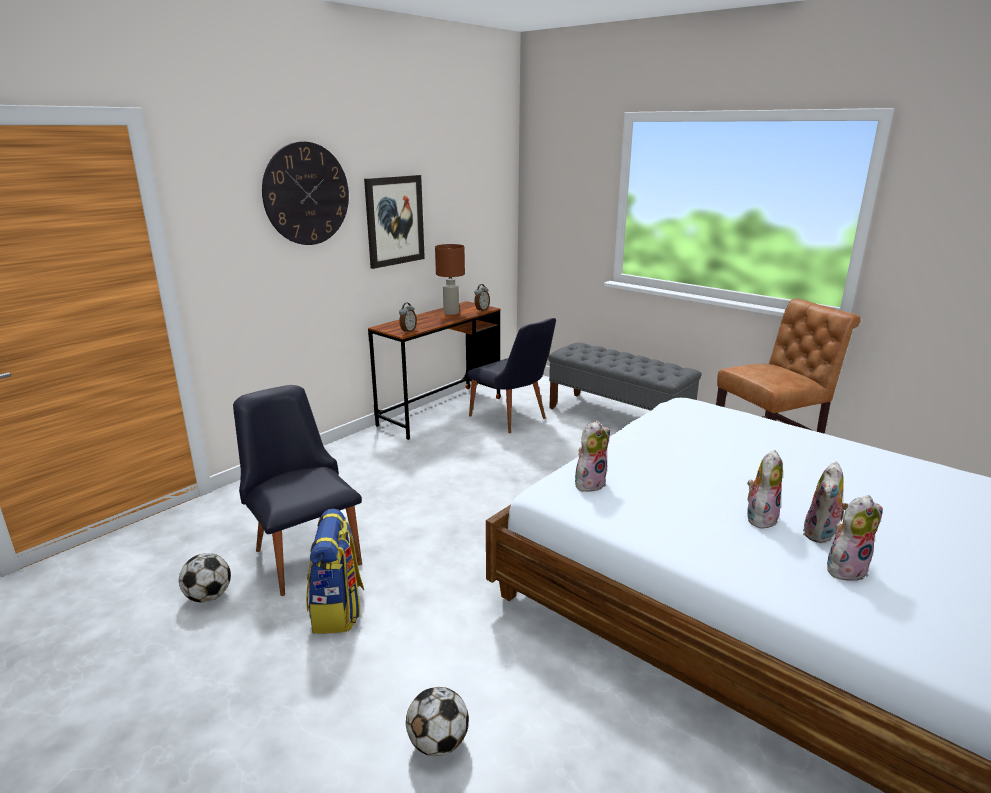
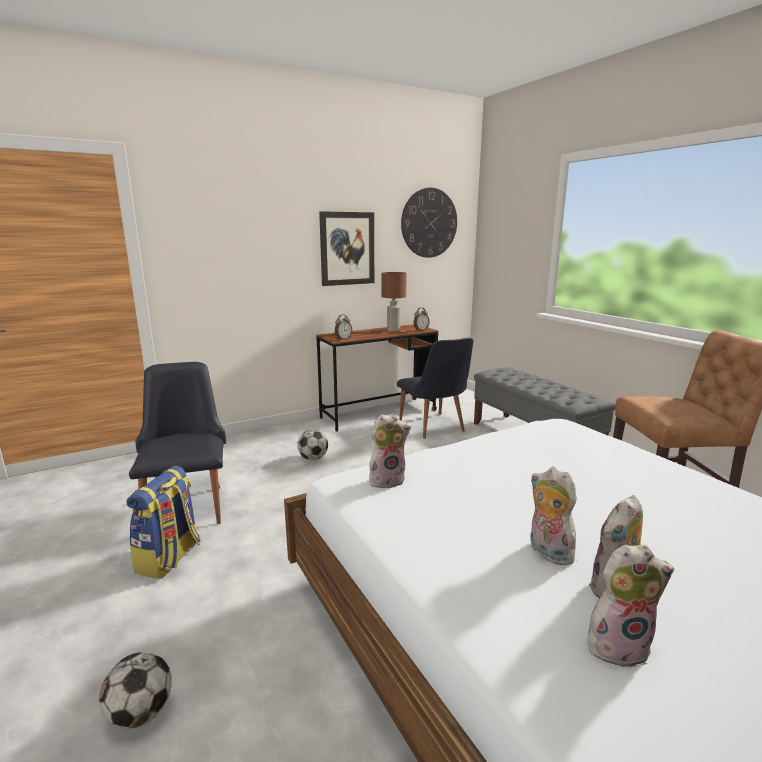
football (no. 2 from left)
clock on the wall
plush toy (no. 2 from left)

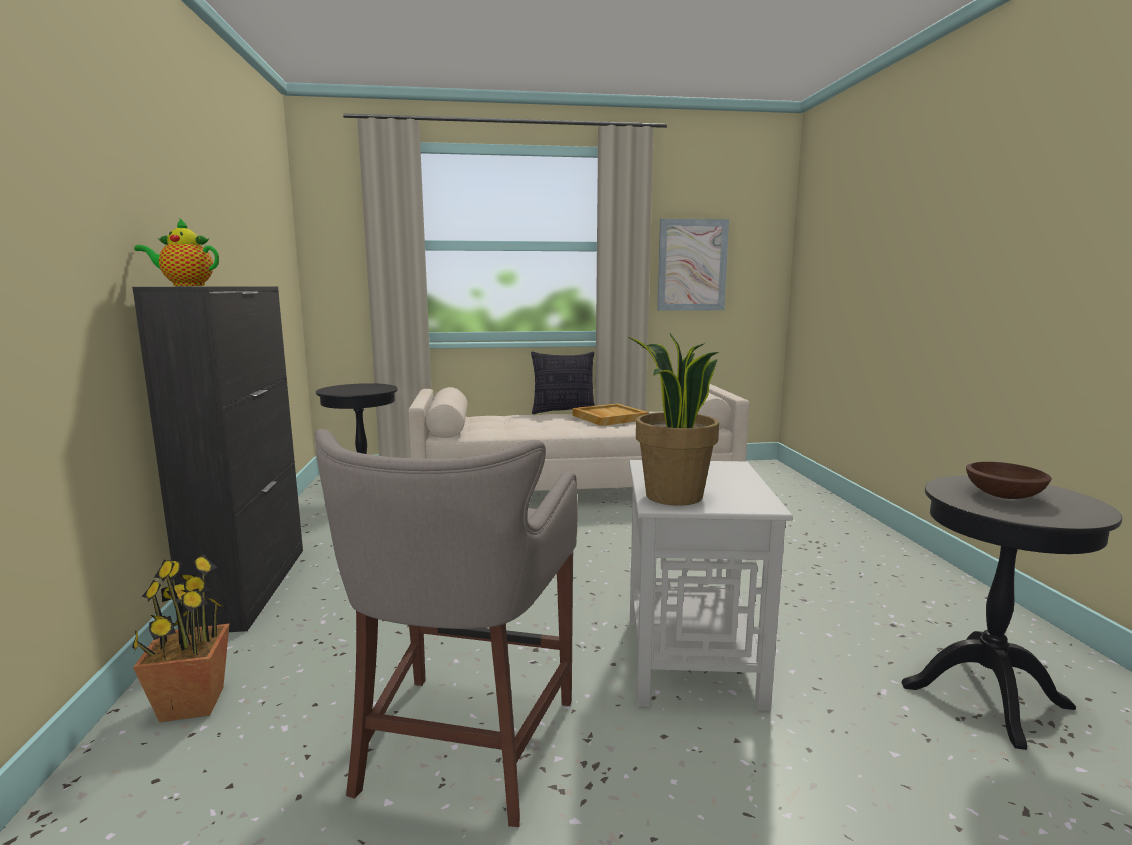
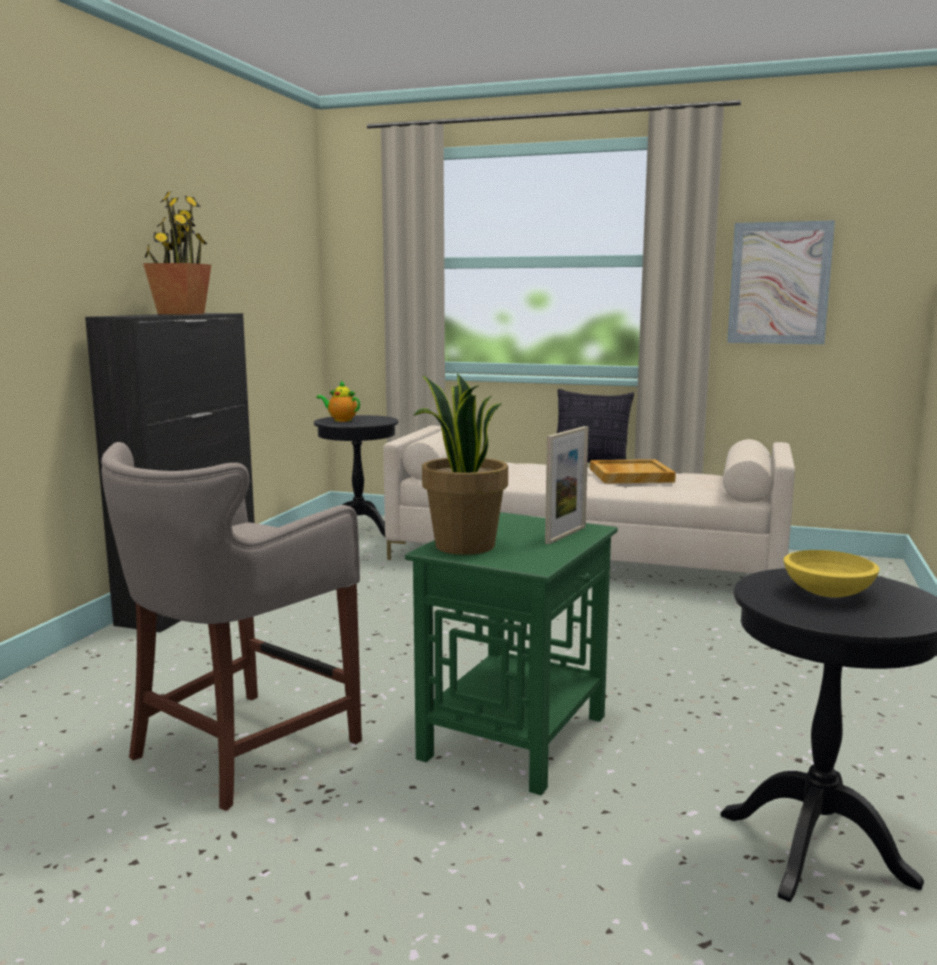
photo frame
houseplant (no. 1 from left)
teapot
end table in green-coloured
serving bowl in yellowish

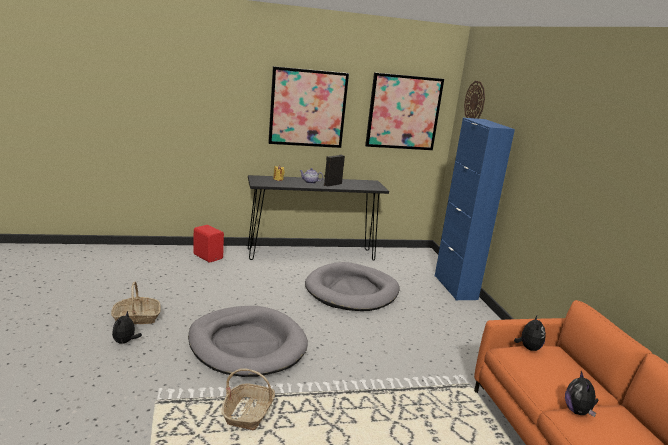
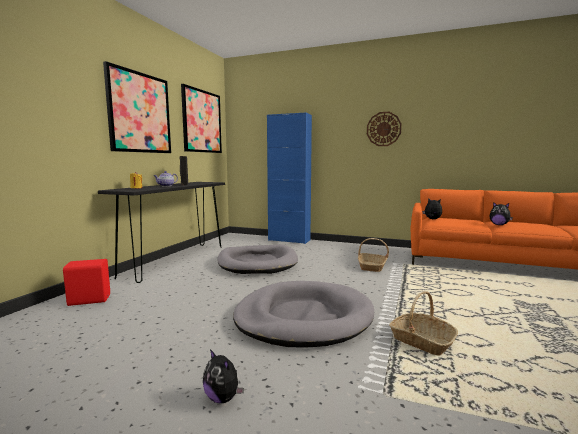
household basket (no. 1 from left)
clock on the wall

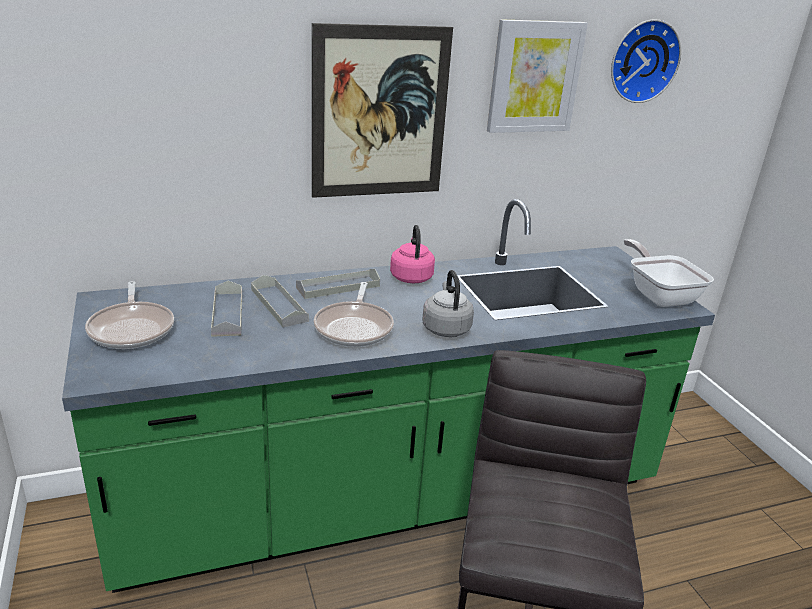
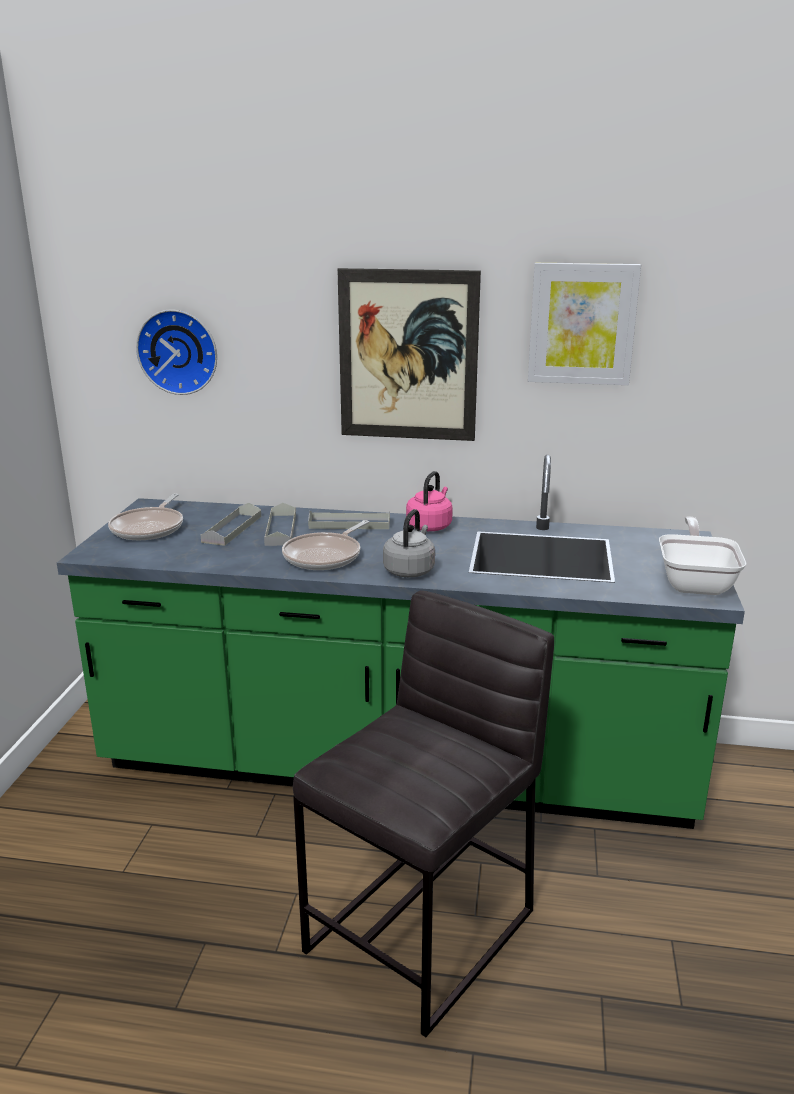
clock on the wall

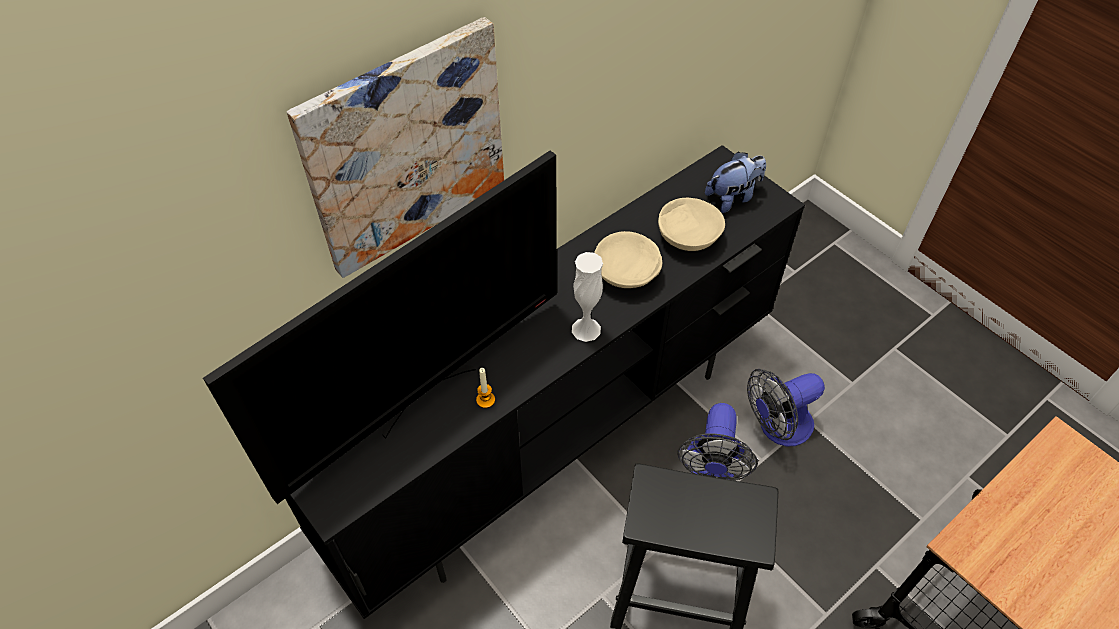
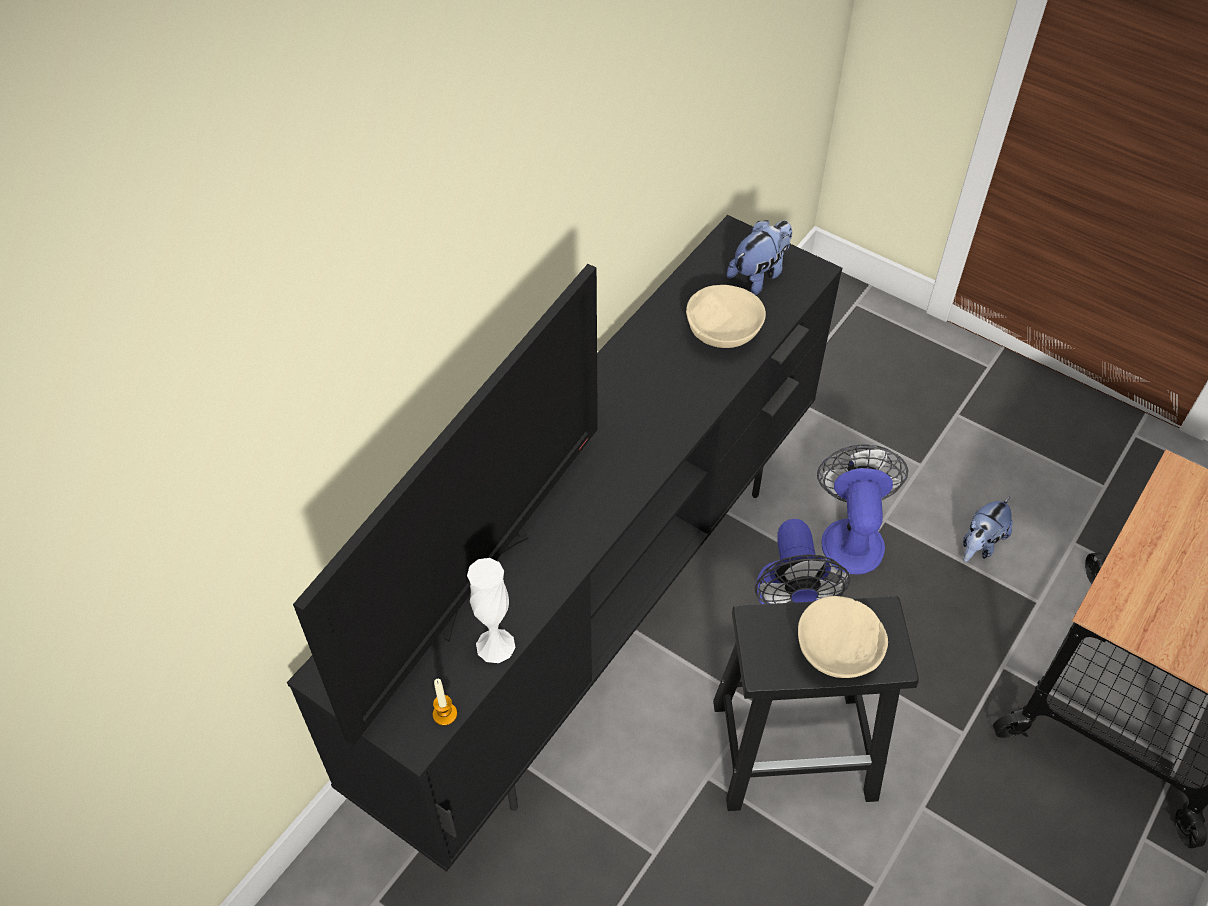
wall art
plush toy (no. 2 from left)
wax light
vase in white-coloured
serving bowl in sand-coloured (no. 2 from left)
fan (no. 2 from left)

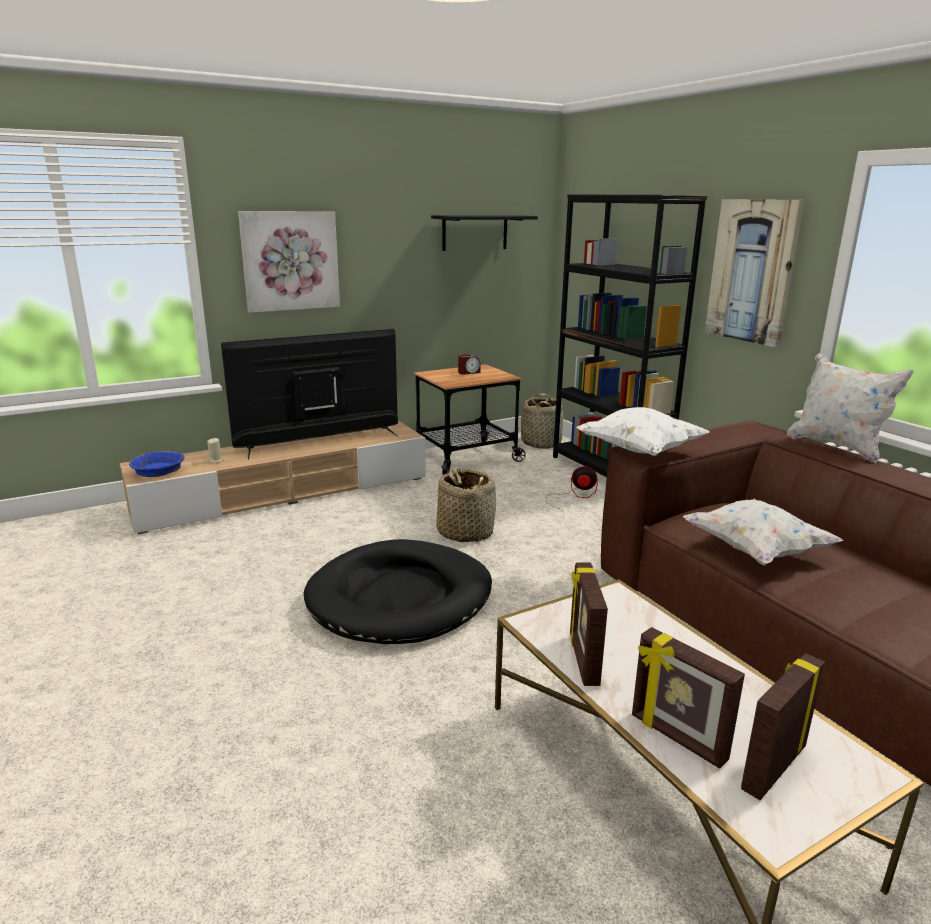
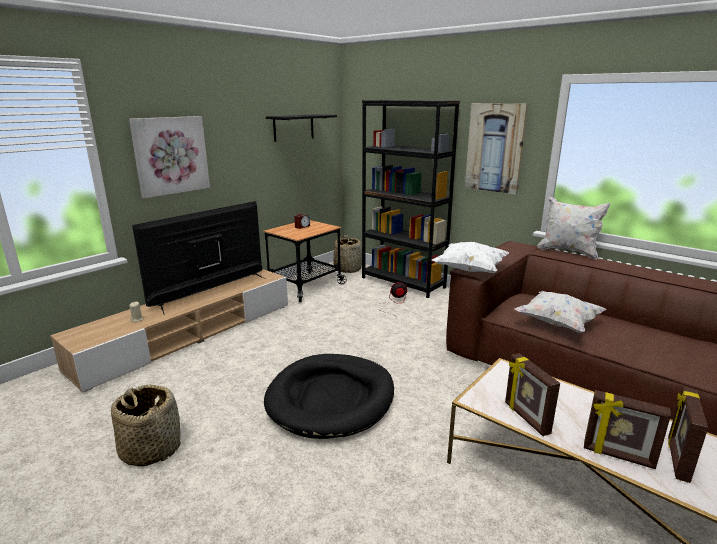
serving bowl in bluish
household basket (no. 1 from left)

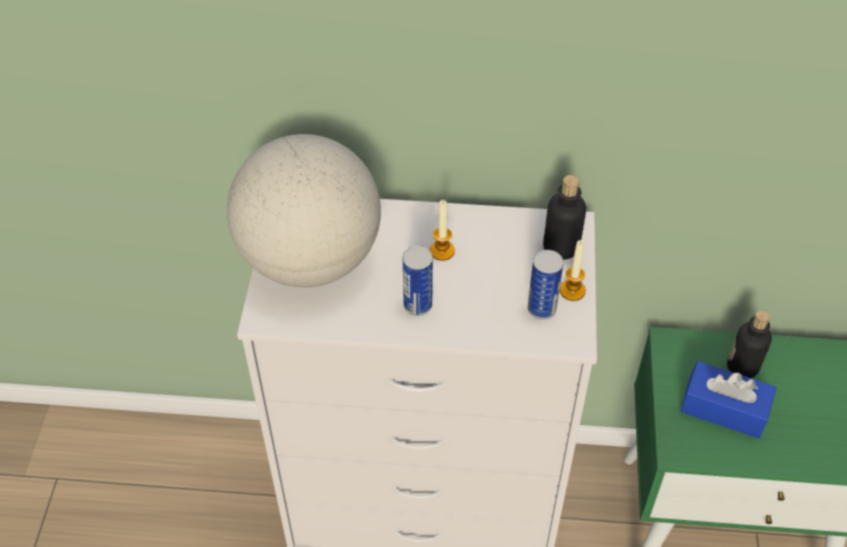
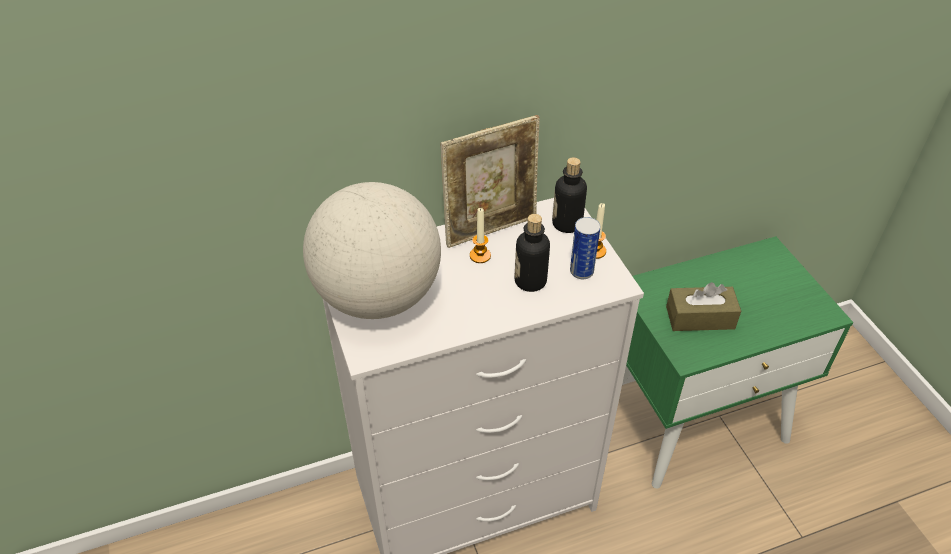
sealed can (no. 1 from left in the first image)
photo frame
beverage bottle (no. 1 from left)
tissue holder in brownish

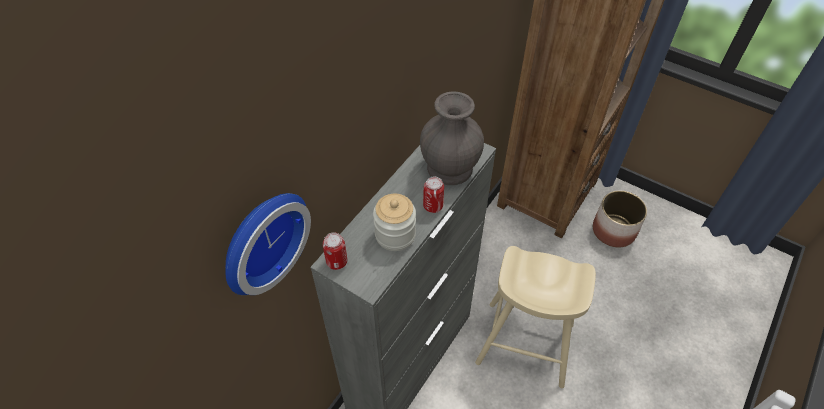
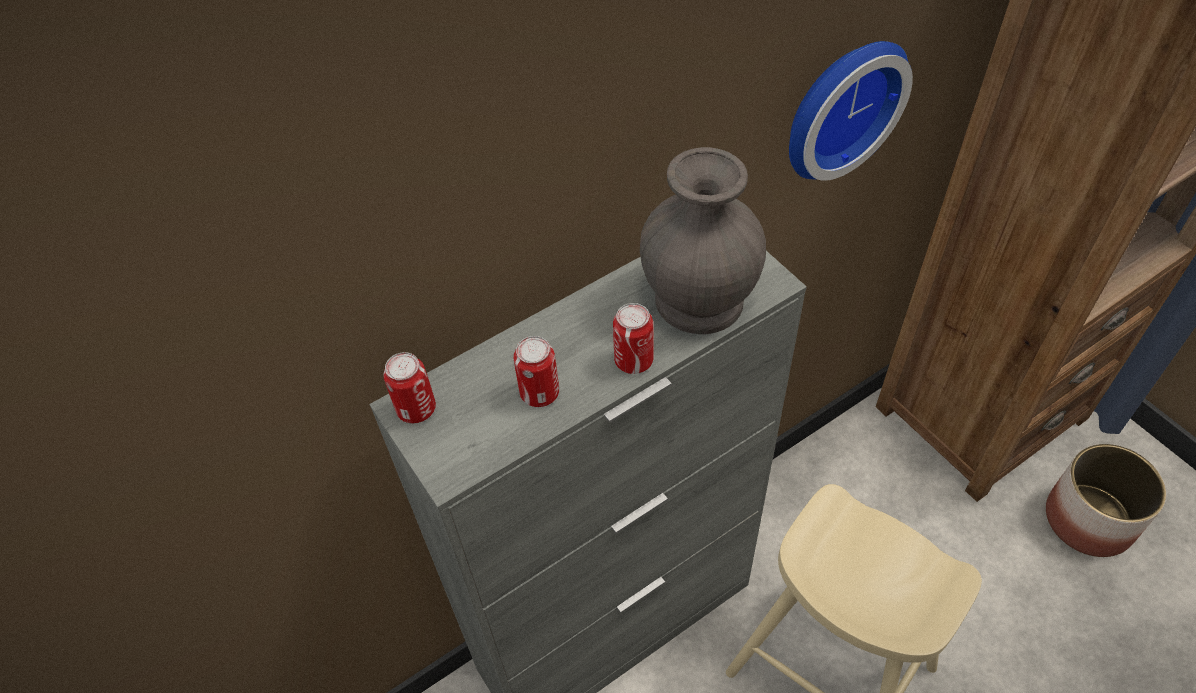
clock on the wall
sealed can (no. 2 from left)

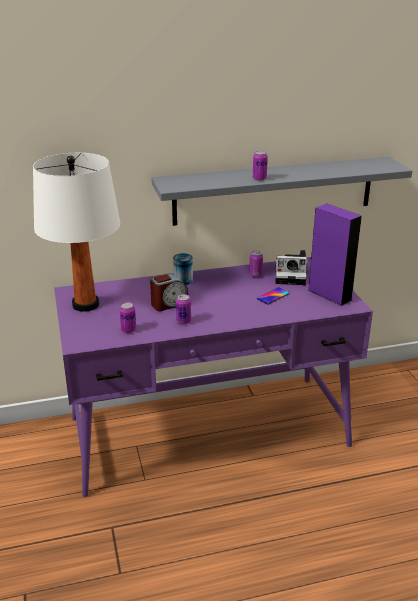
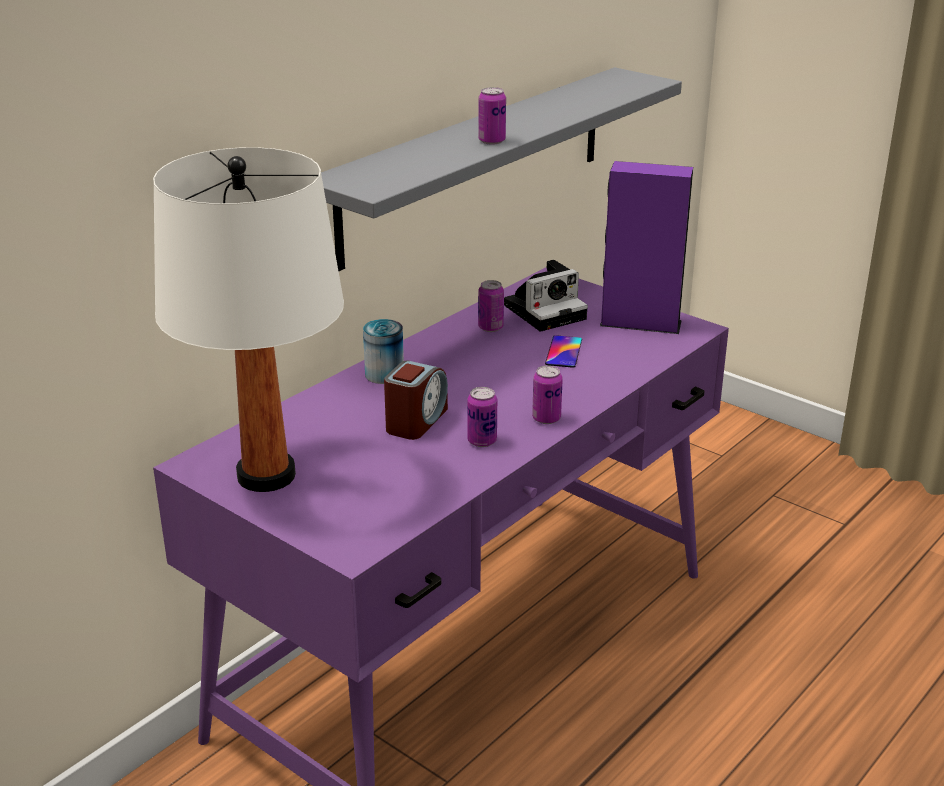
sealed can (no. 5 from left)

